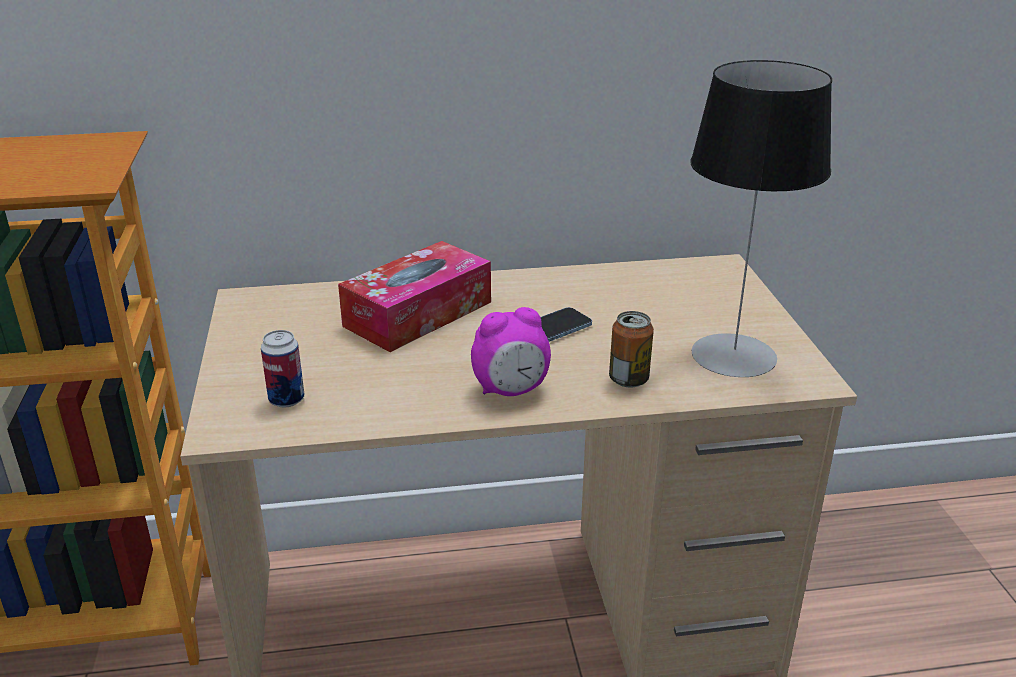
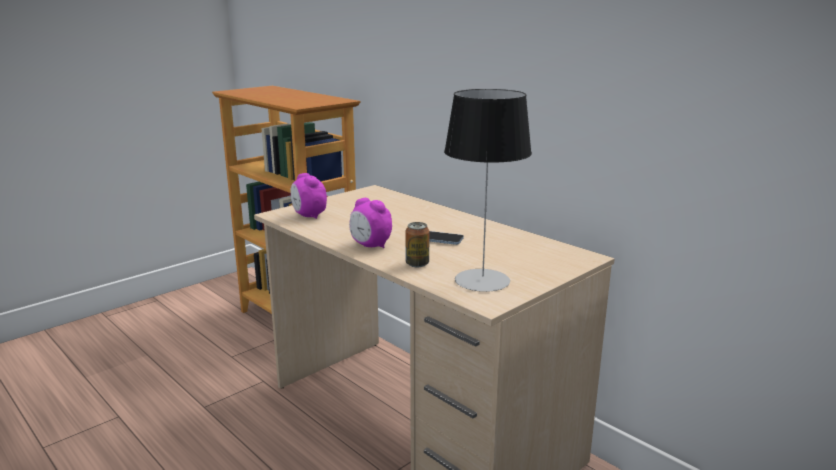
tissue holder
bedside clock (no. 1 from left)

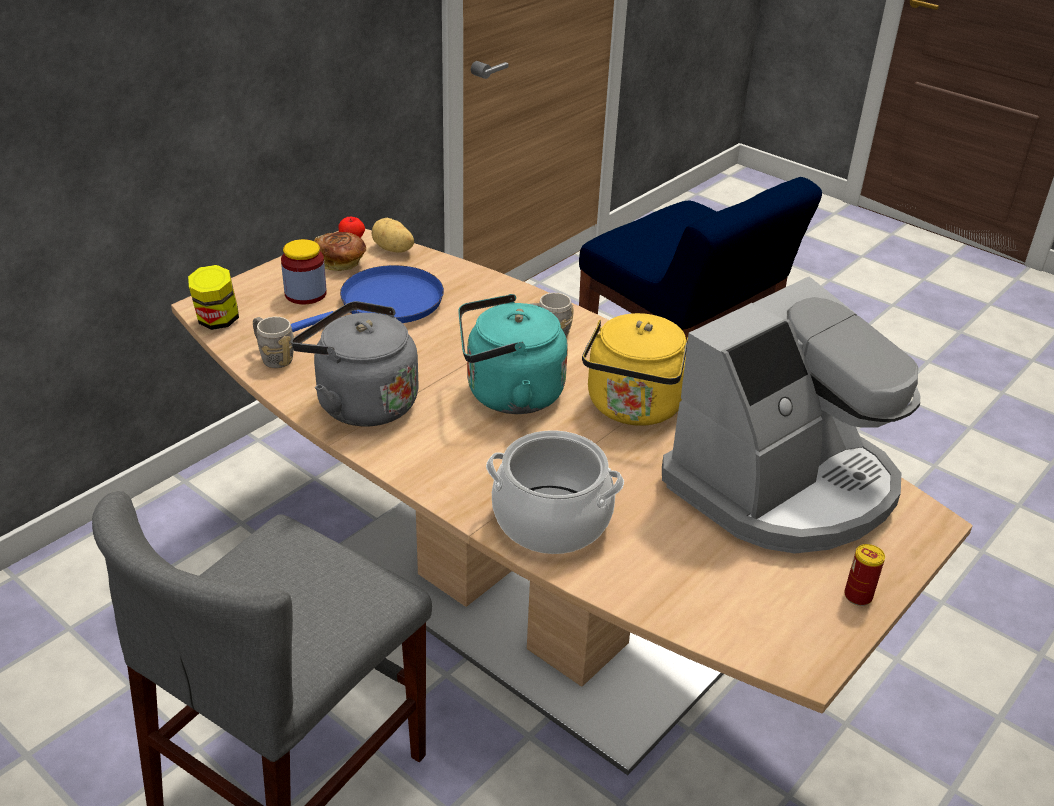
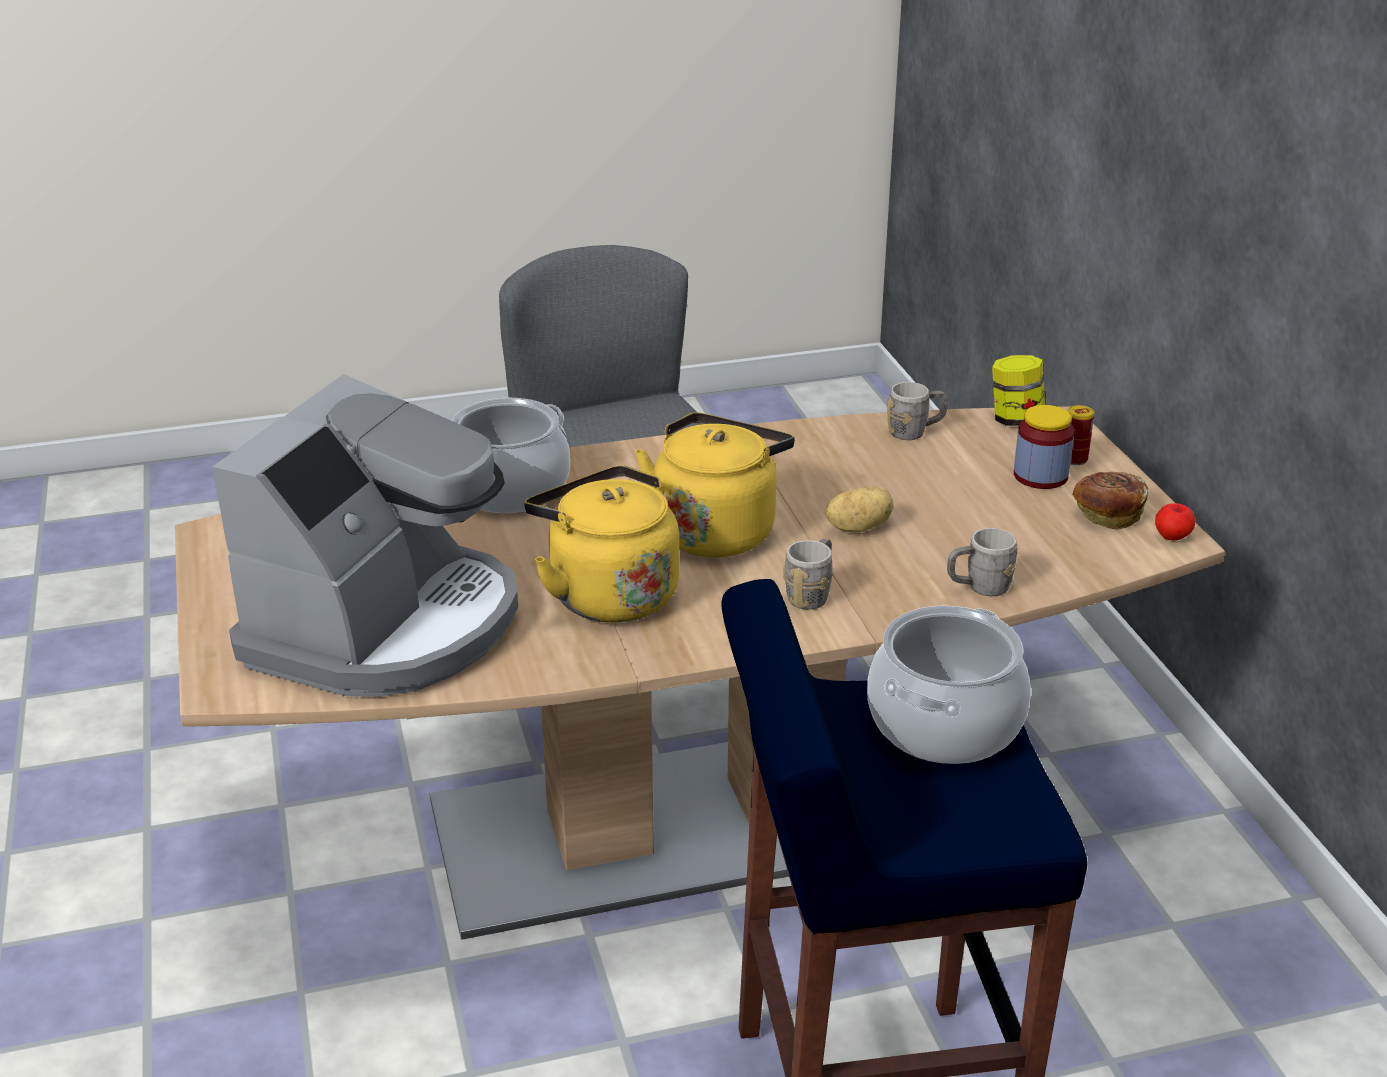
frying pan in bluish
kettle in grey
saucepot (no. 2 from left)
coffee mug in grey (no. 3 from left)
whole potato
sealed can
kettle in yellowish (no. 2 from left)
coffee machine

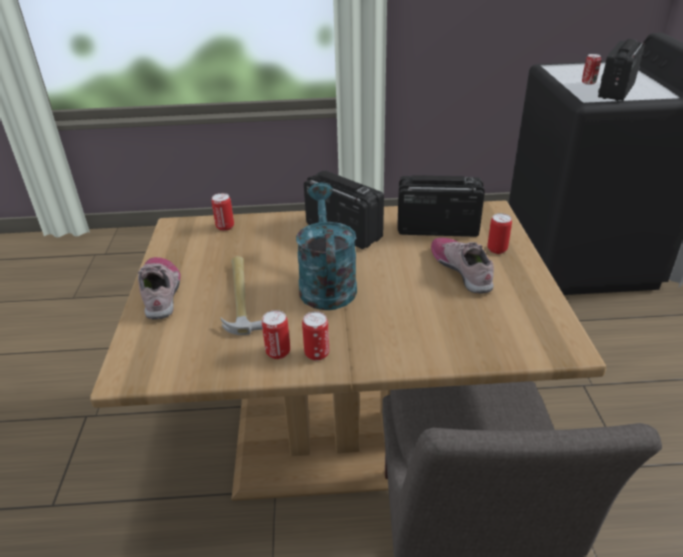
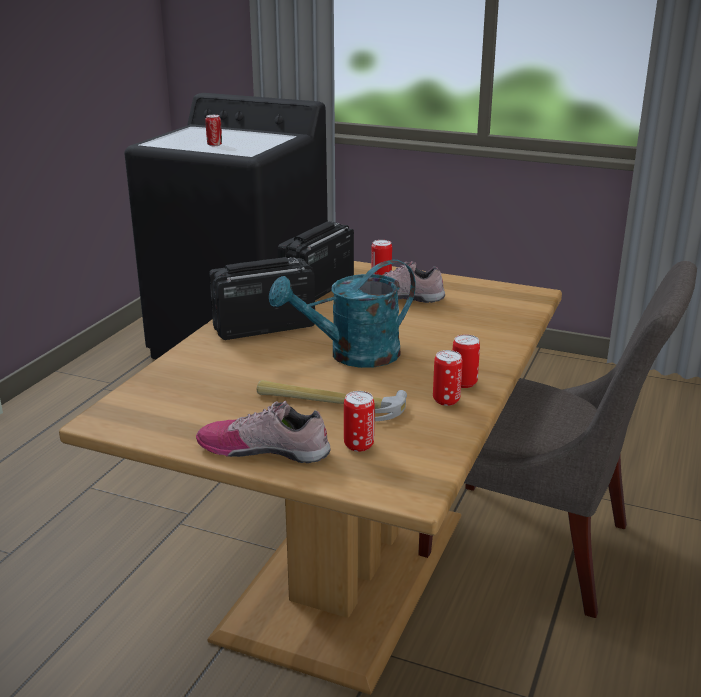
radio (no. 3 from left in the first image)
sealed can (no. 2 from left)
sprinkling can in turquoise

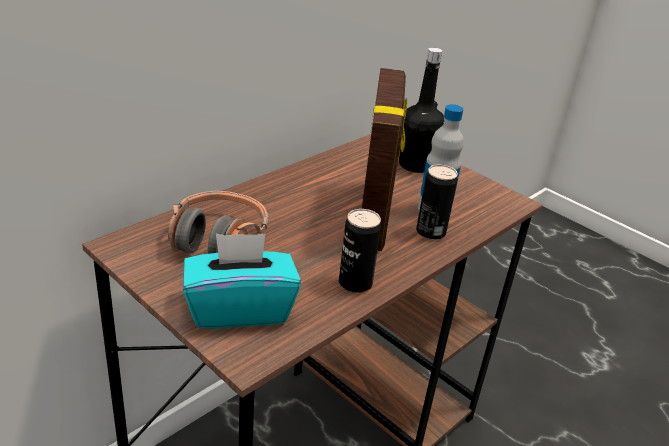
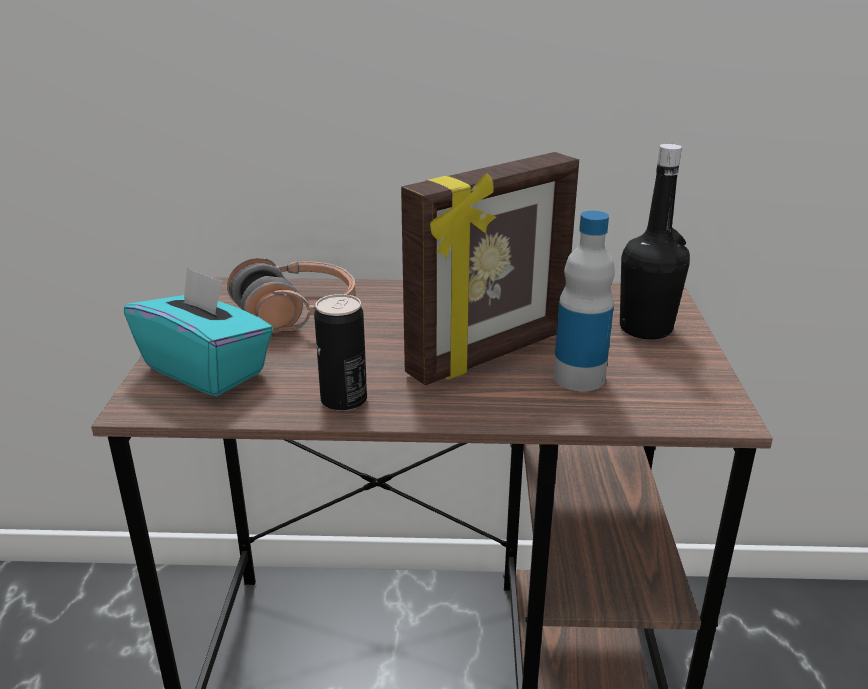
sealed can (no. 2 from left in the first image)

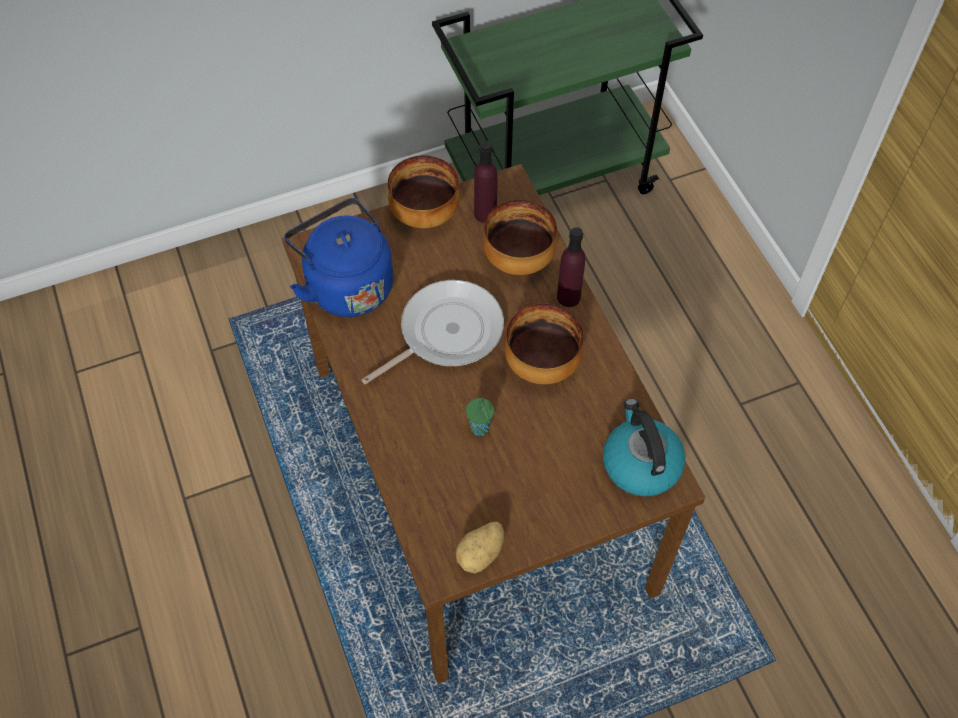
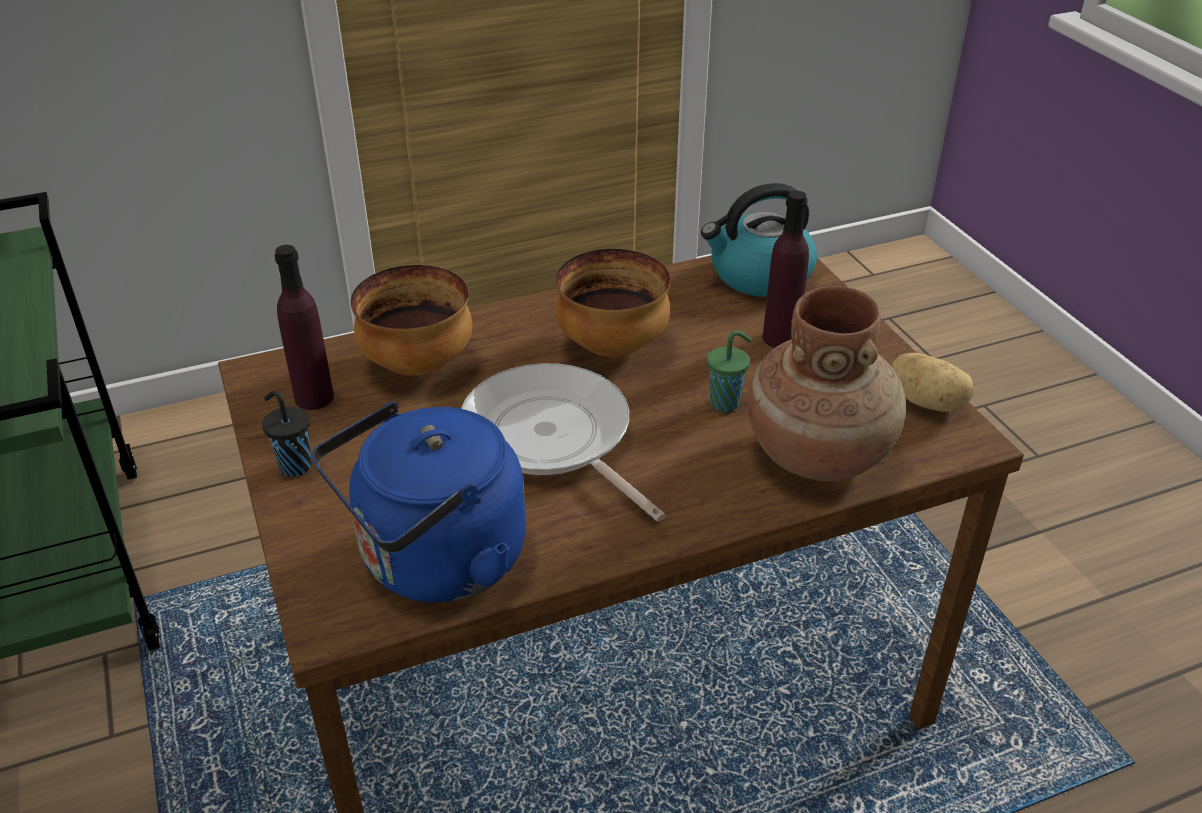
vase in brownish
beverage bottle in purplish (no. 2 from left)
drinking cup in black

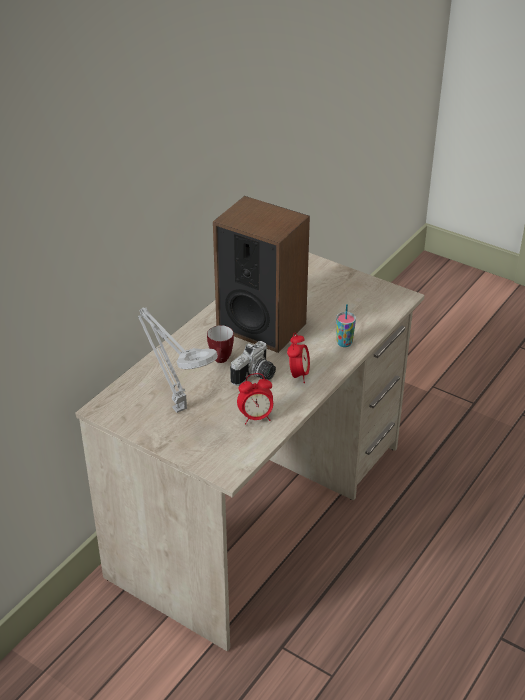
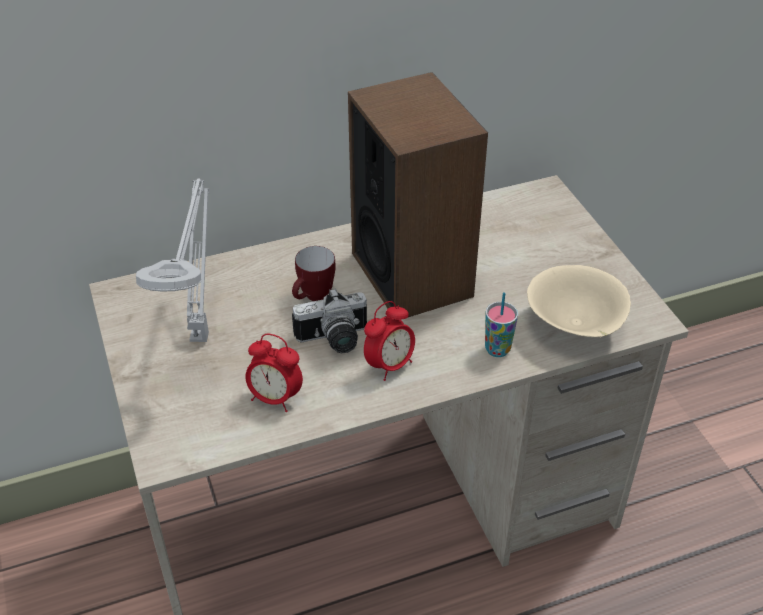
serving bowl in sand-coloured

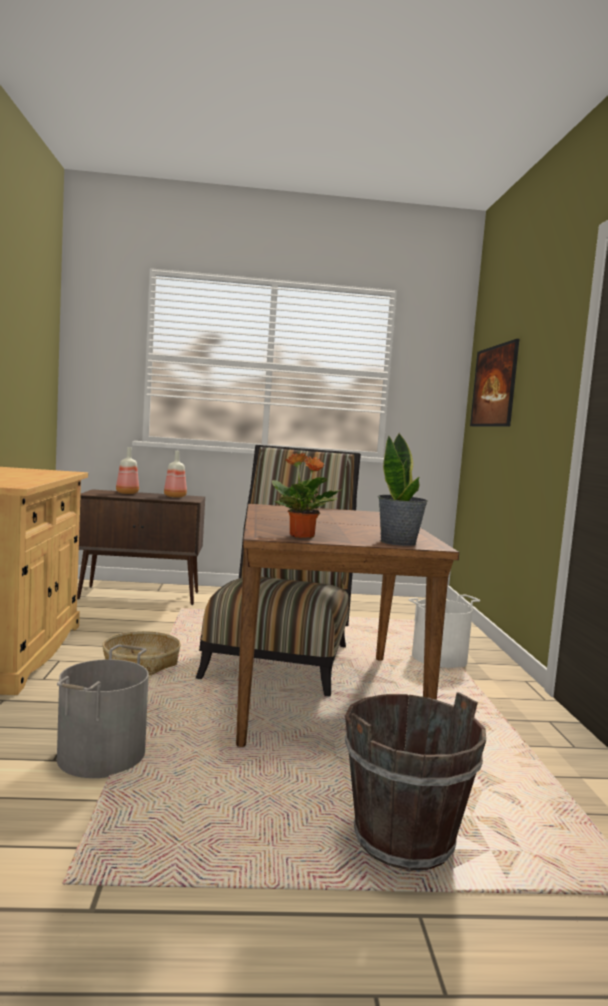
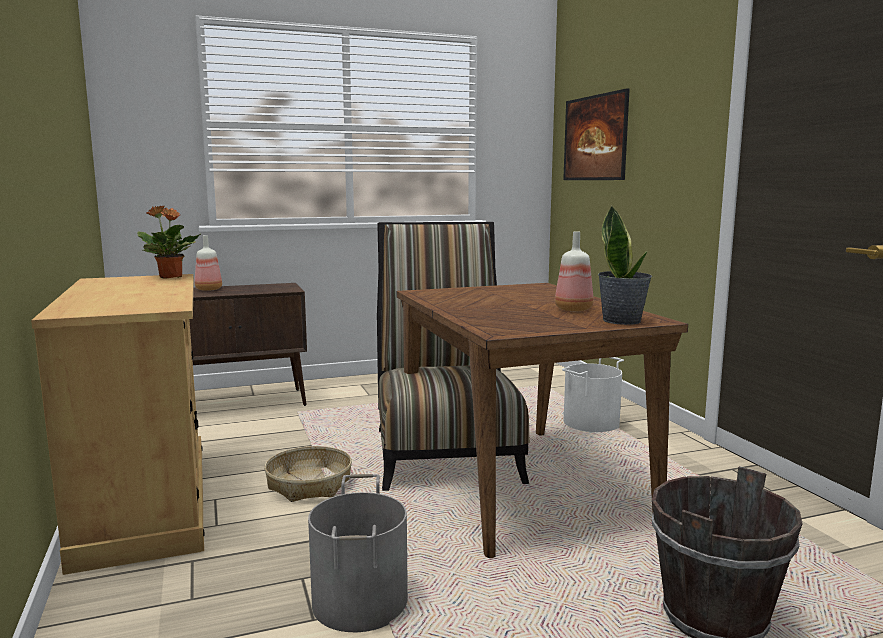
beverage bottle (no. 2 from left)
houseplant (no. 1 from left)

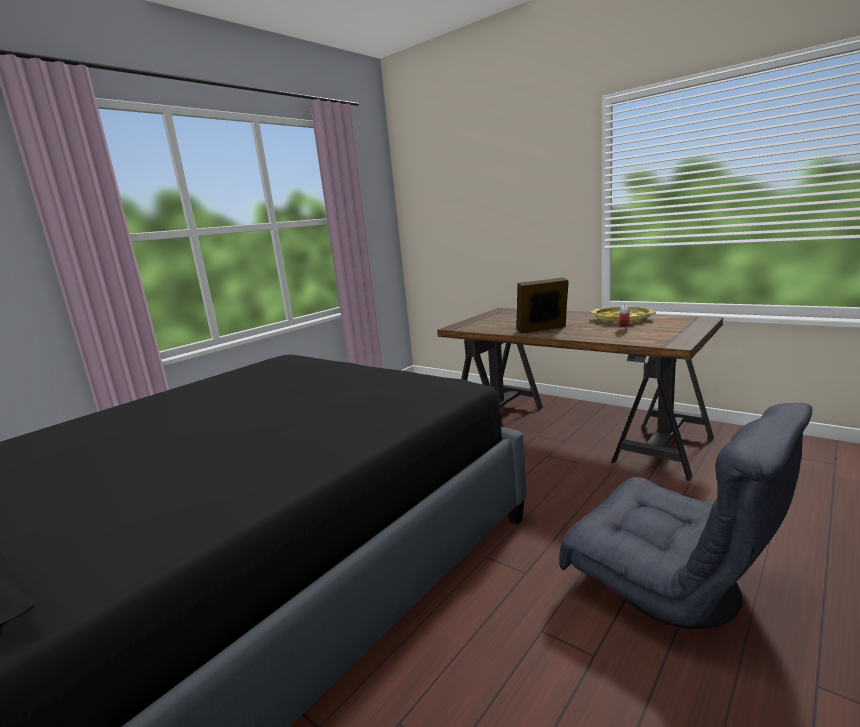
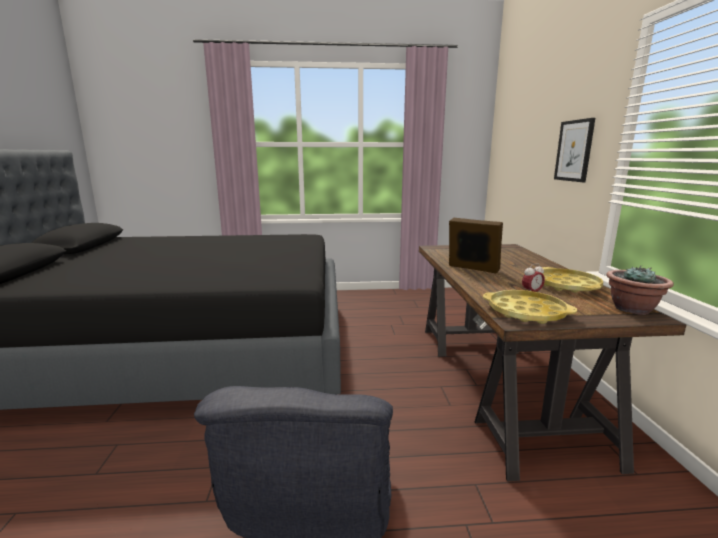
serving tray in yellowish (no. 1 from left)
wall art
houseplant

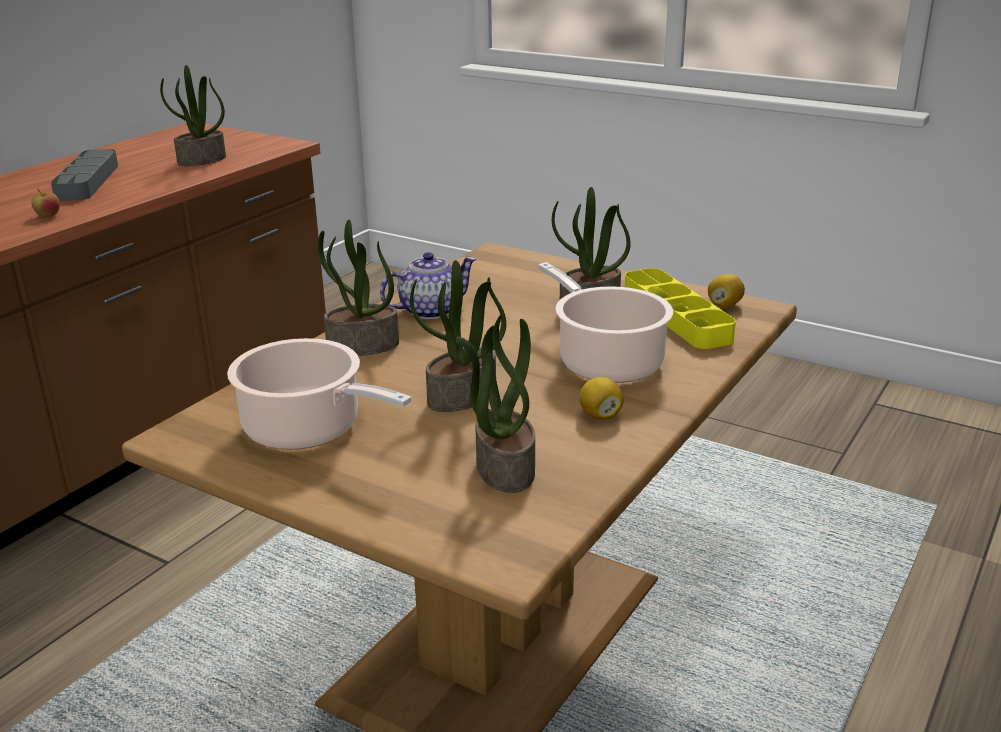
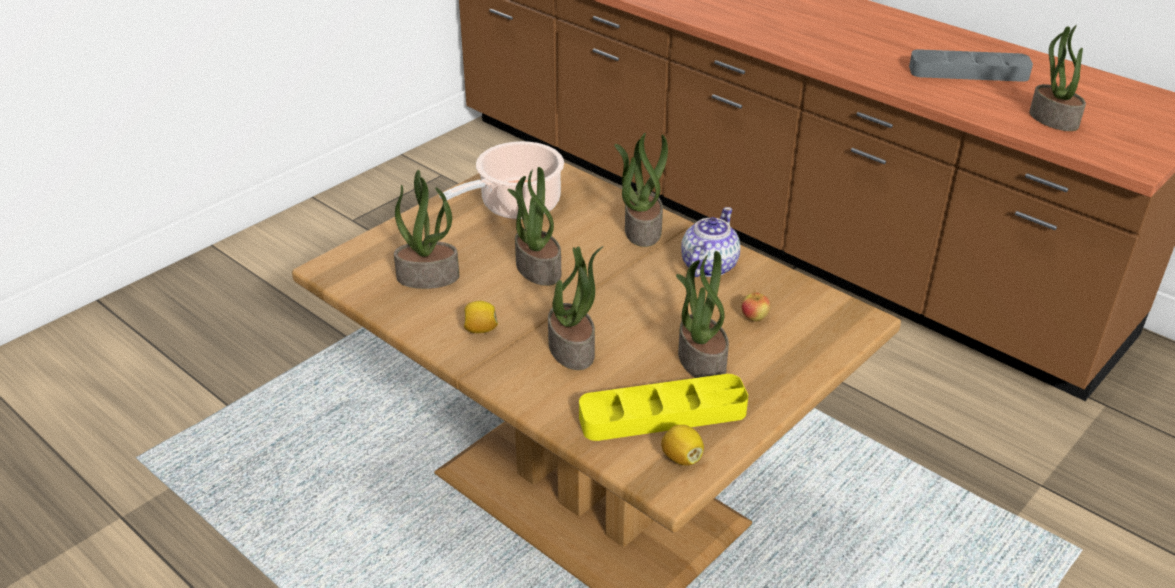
apple
houseplant (no. 3 from left)
teapot

